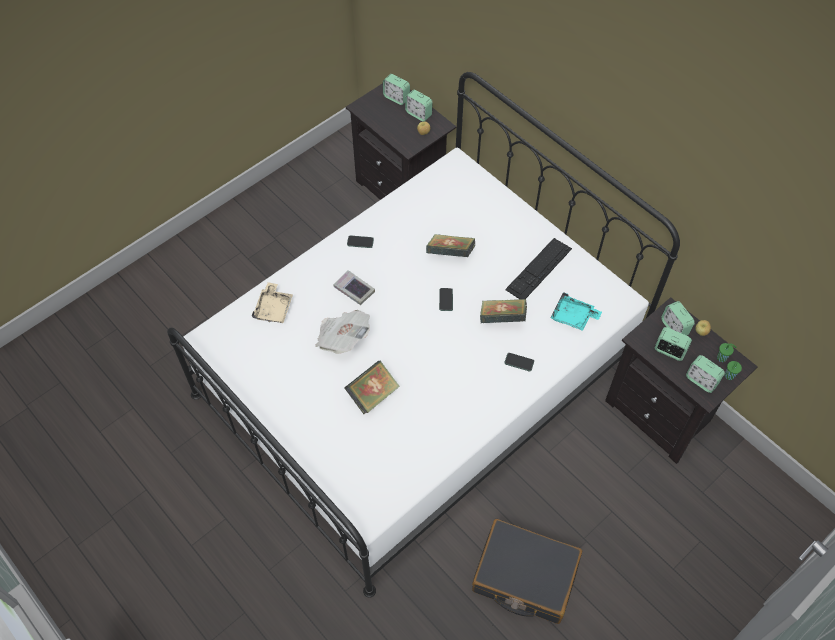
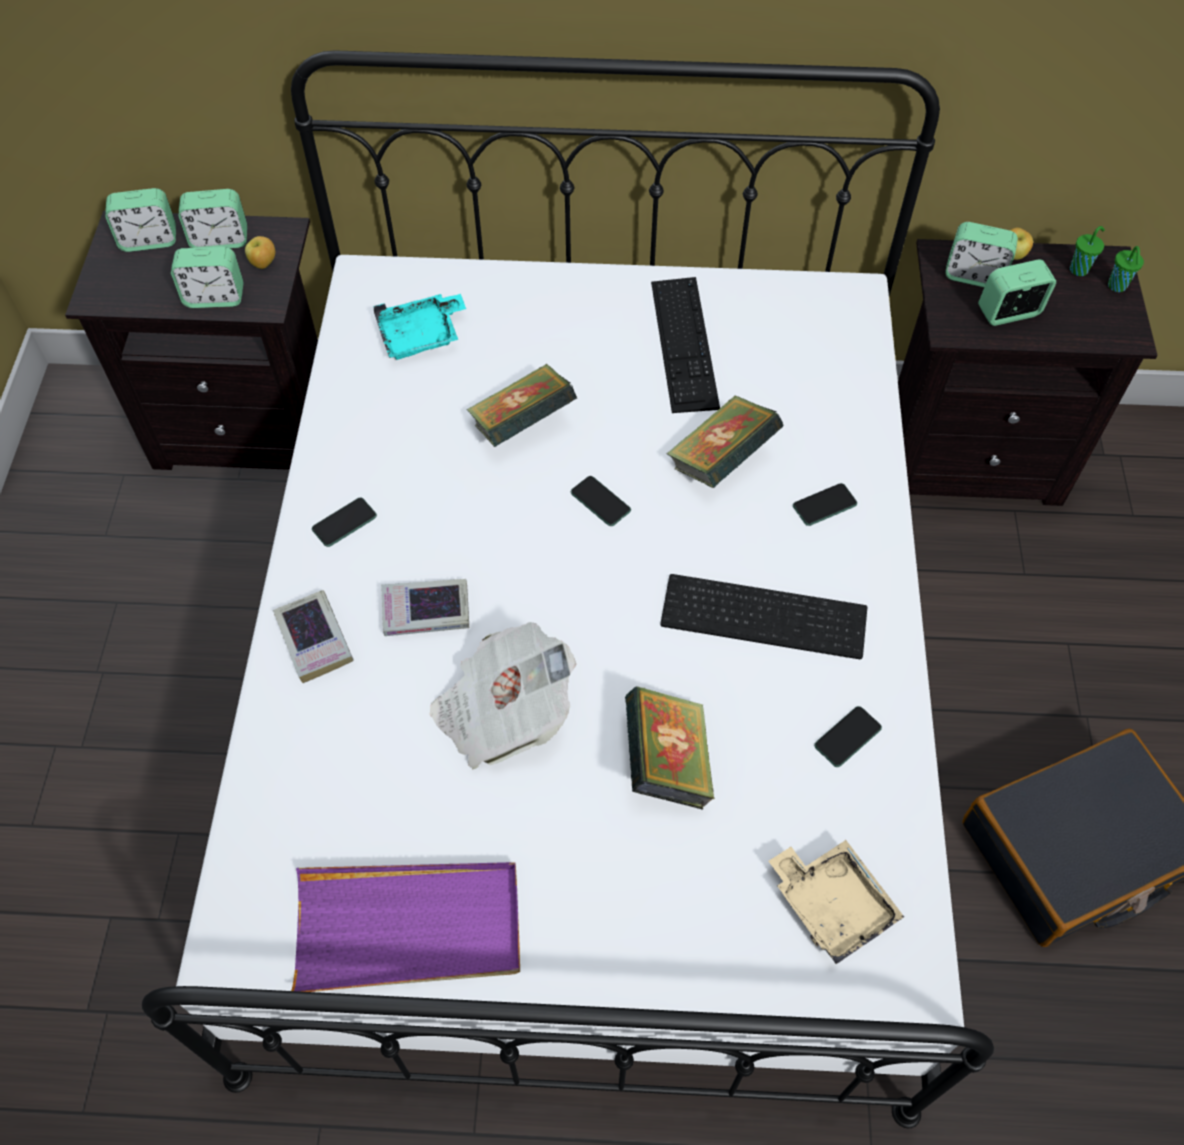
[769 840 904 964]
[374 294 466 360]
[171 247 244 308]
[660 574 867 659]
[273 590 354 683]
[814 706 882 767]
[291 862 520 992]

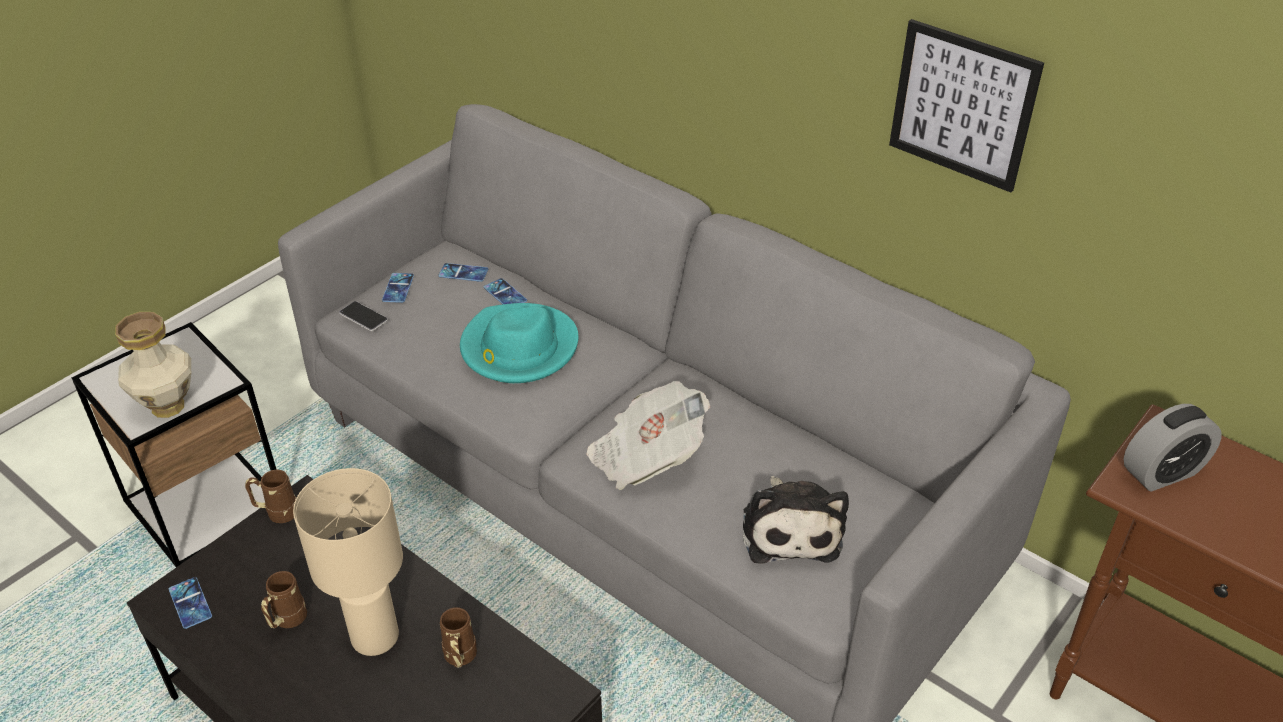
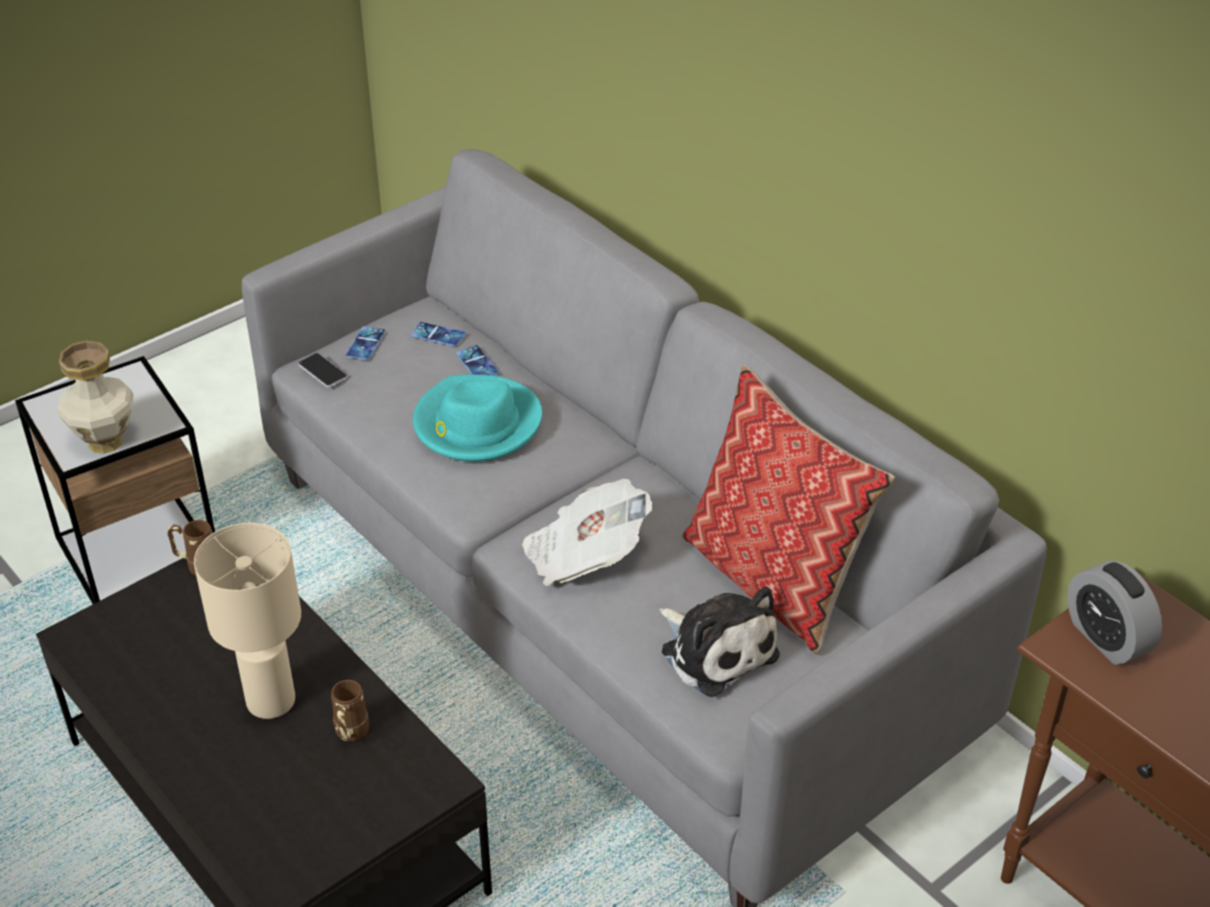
[889 19 1044 193] (first image)
[1067 560 1162 665]
[659 587 780 697]
[261 571 307 628] (first image)
[169 577 212 629] (first image)
[682 365 896 655]

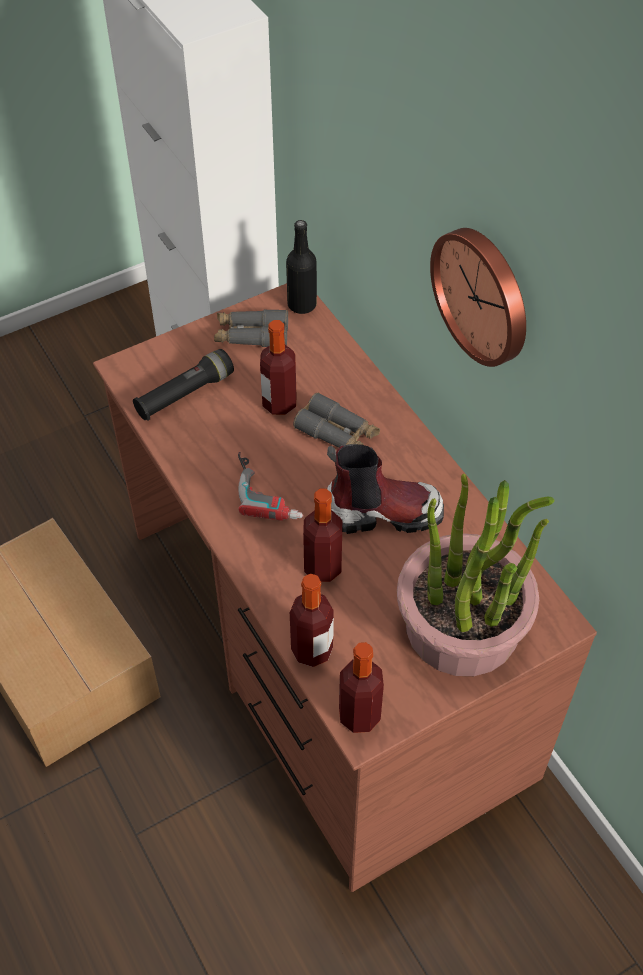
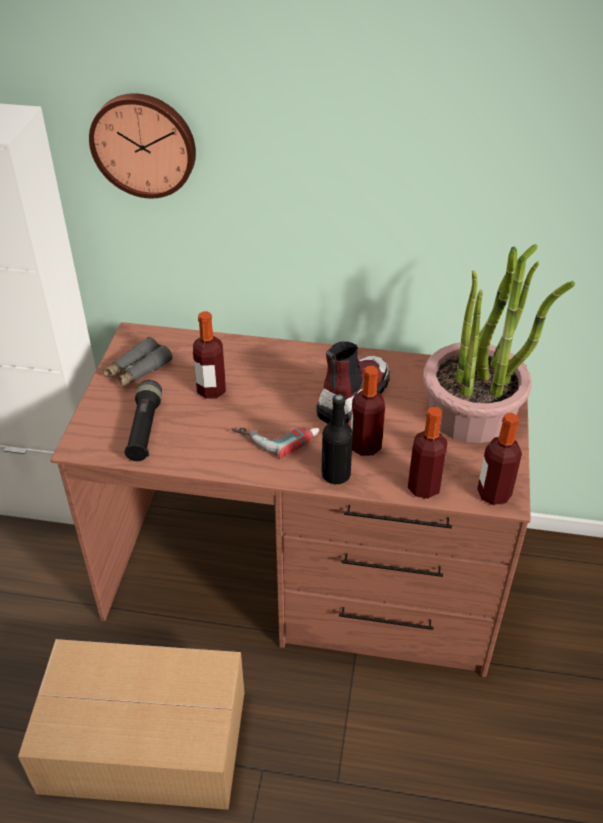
[322 394 353 484]
[89 93 196 198]
[293 392 380 448] (first image)

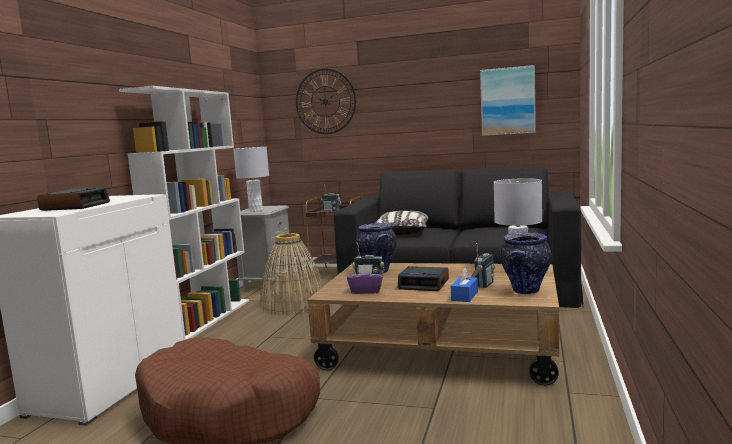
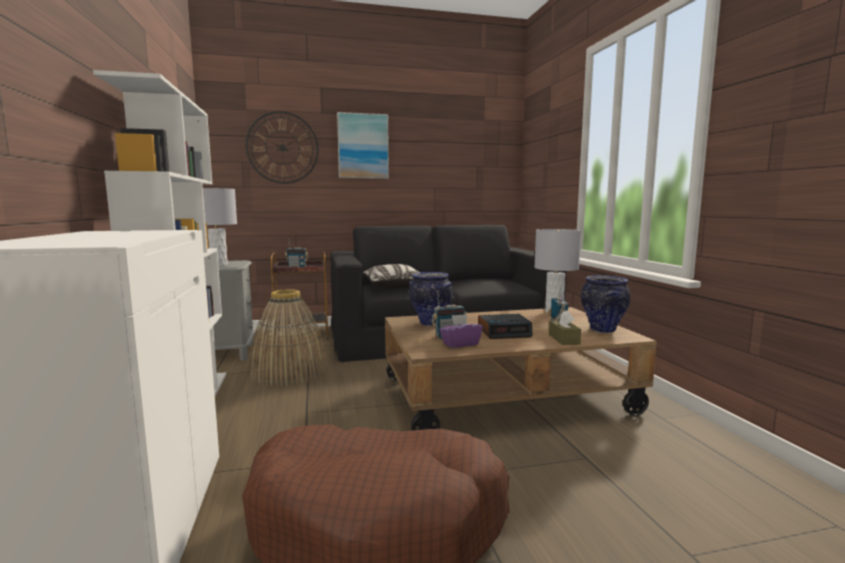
[337 112 389 179]
[37 187 110 211] (first image)
[549 310 581 345]

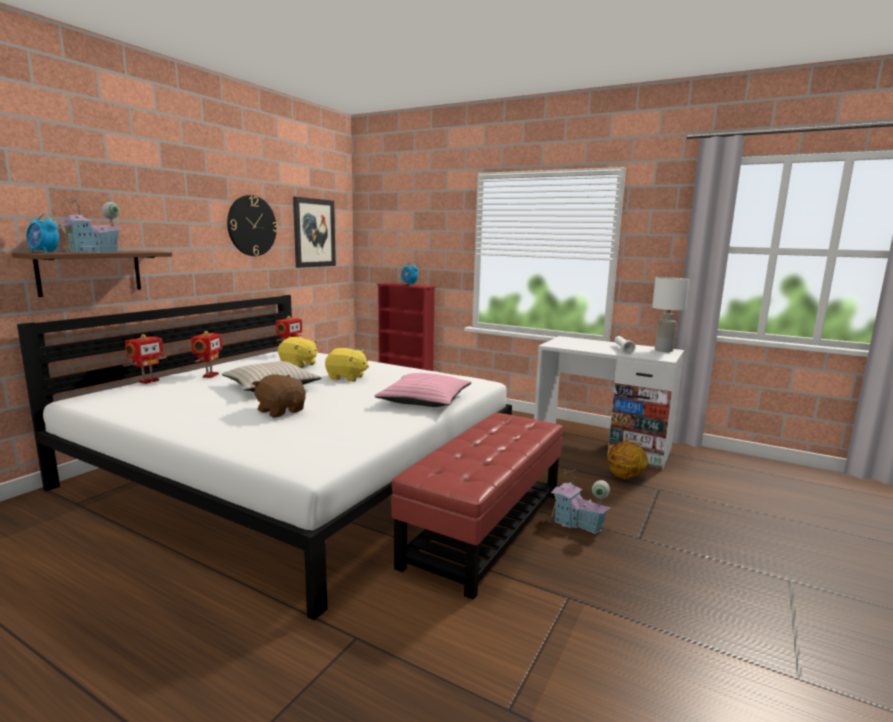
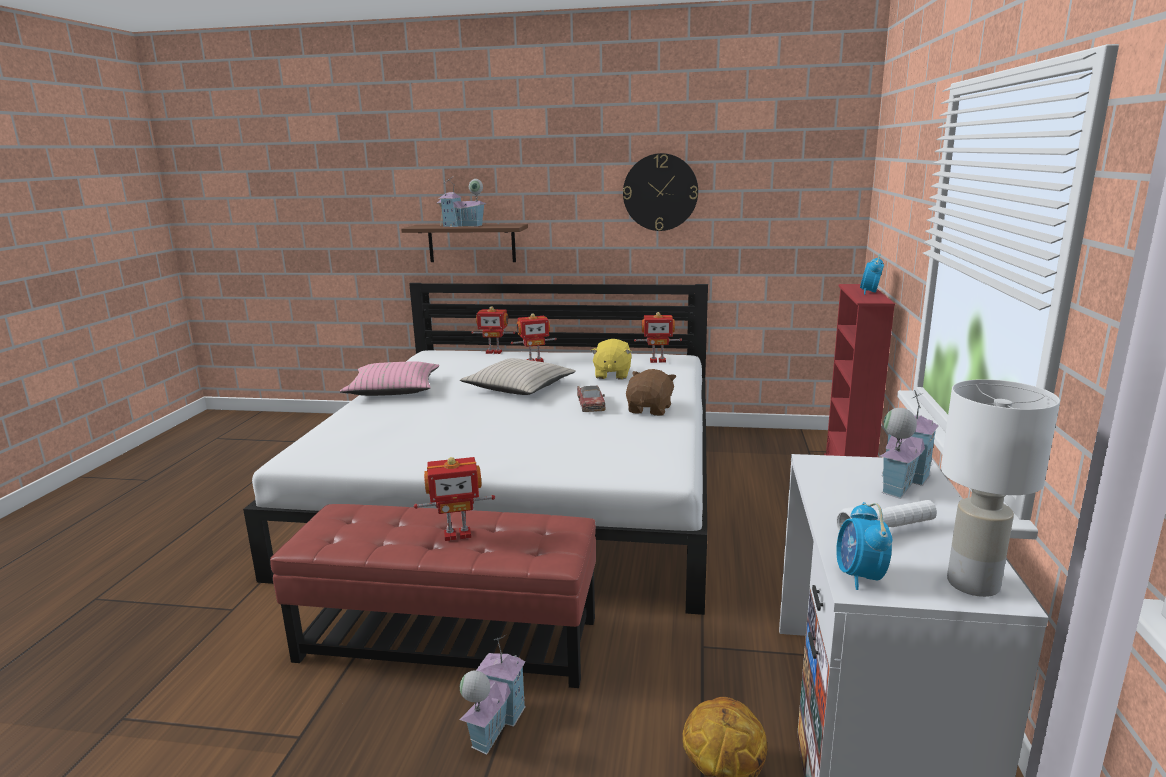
[293 197 336 268] (first image)
[836 502 892 590]
[577 385 605 412]
[340 361 439 396]
[626 369 677 416]
[880 390 939 499]
[414 457 495 541]

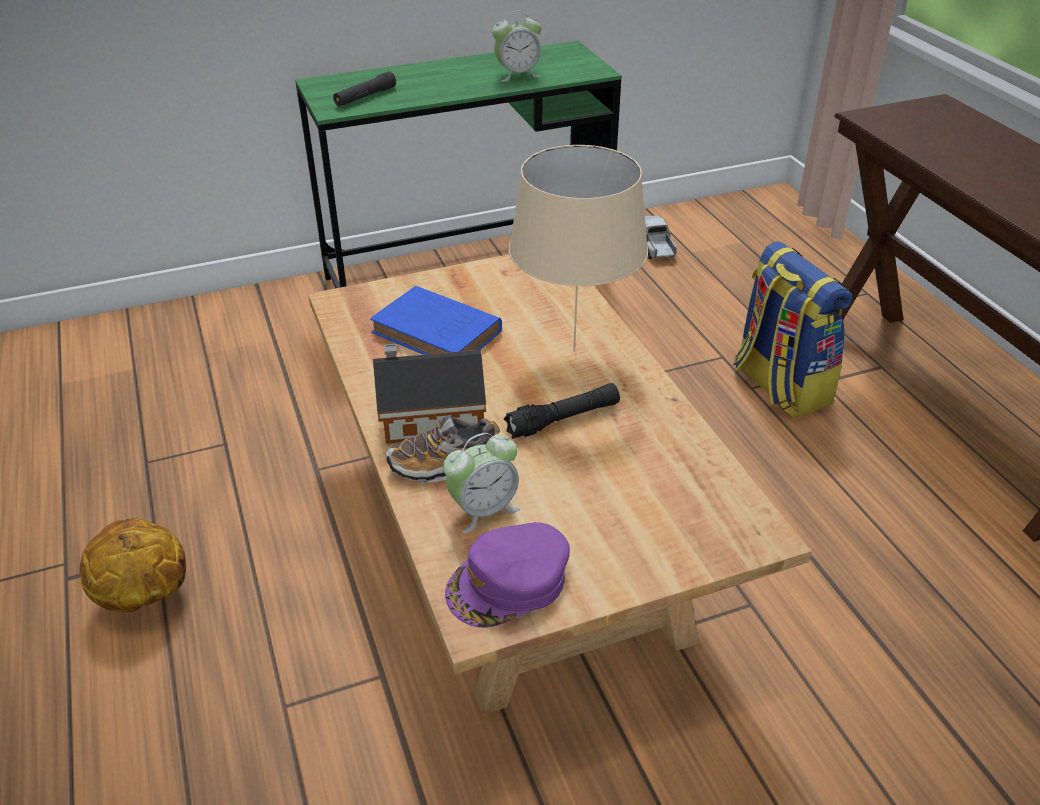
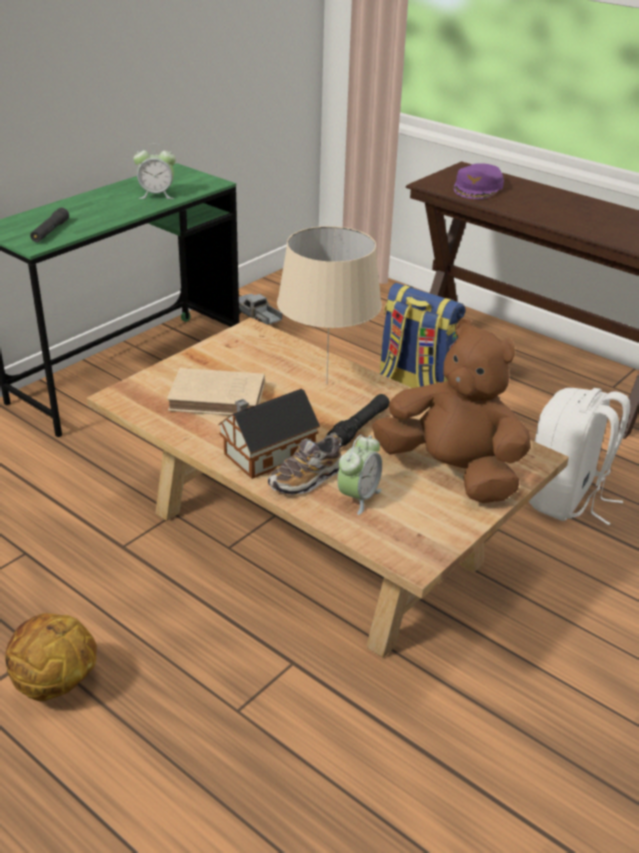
[133 144 176 199]
[167 368 265 415]
[454 163 504 199]
[372 319 531 503]
[528 388 630 526]

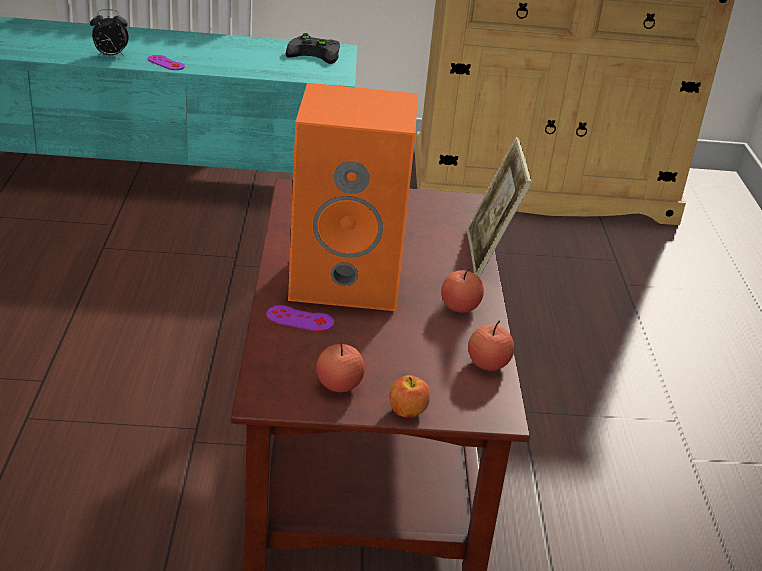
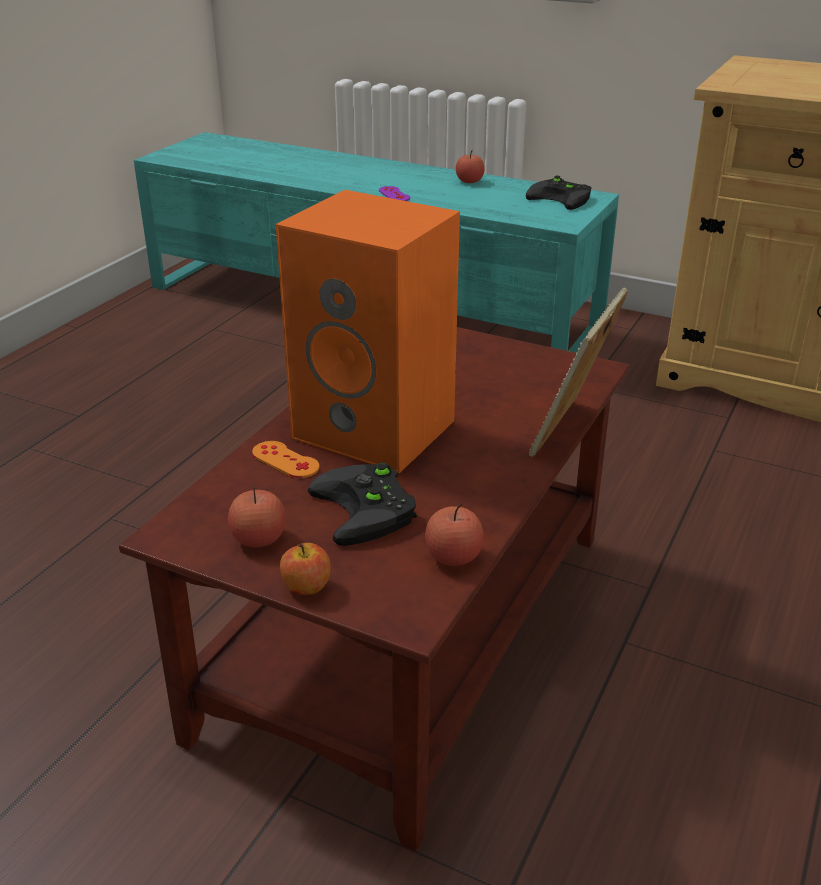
[90 9 129 57] (first image)
[456 150 485 183]
[252 441 320 478]
[308 462 417 546]

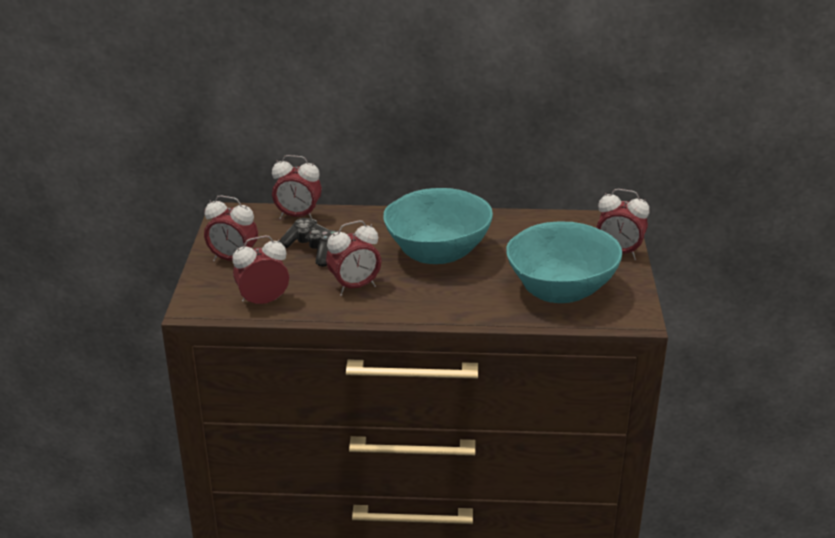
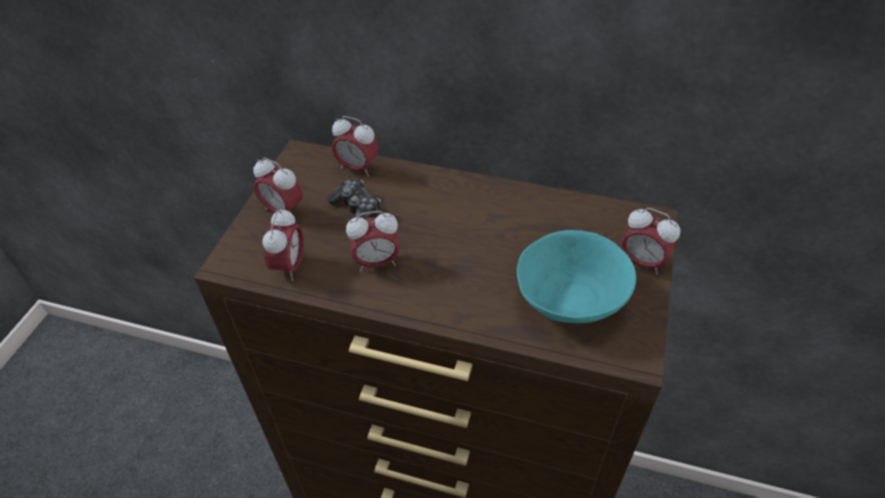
[383 188 493 264] (first image)
[263 207 304 281]

